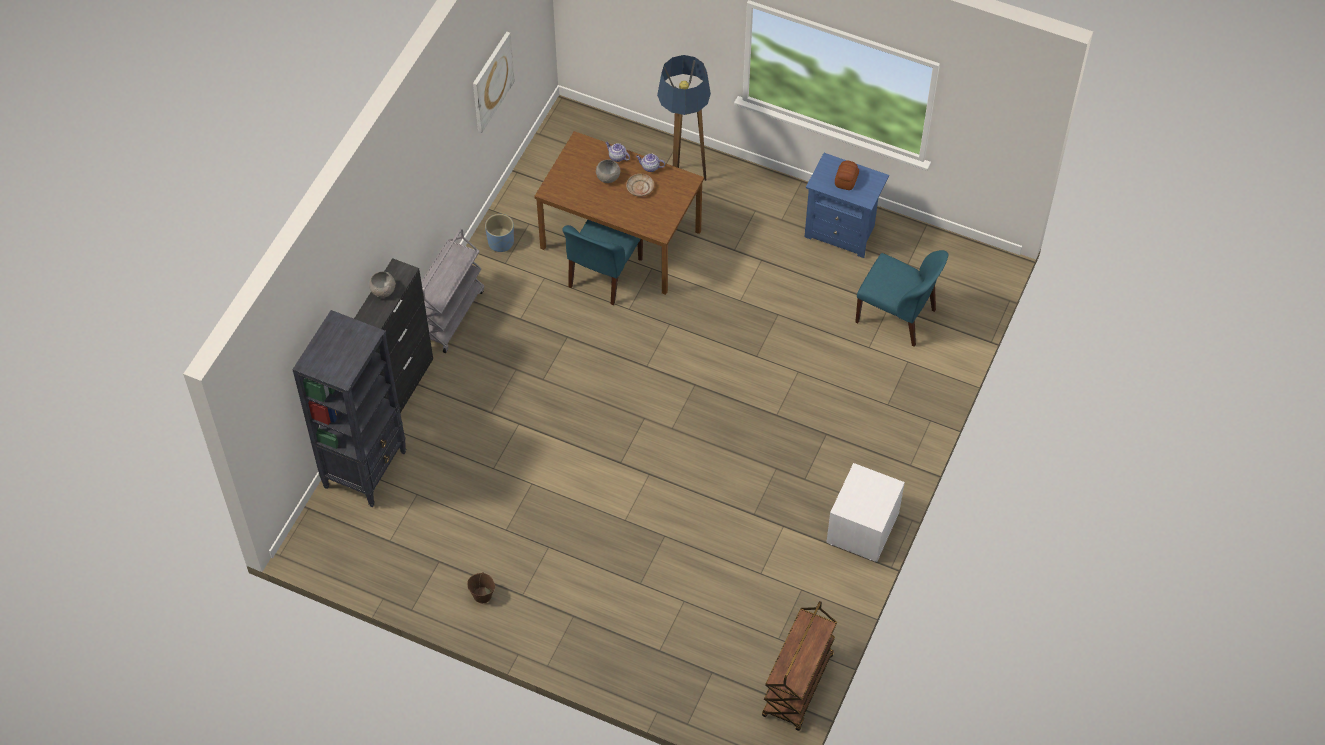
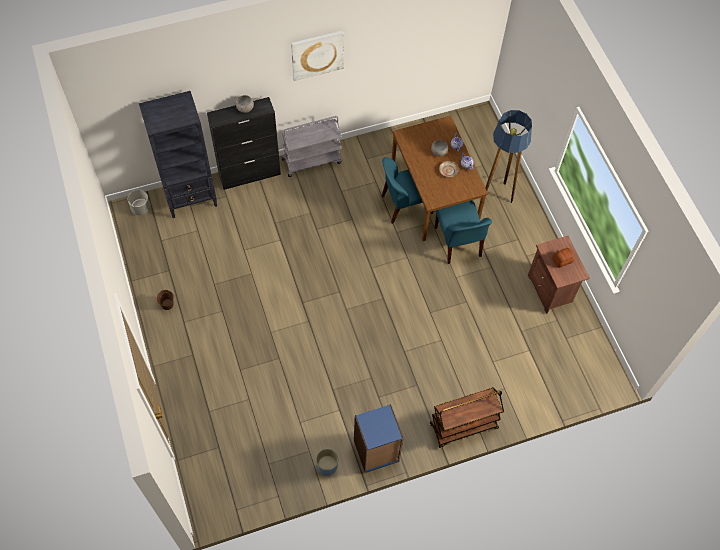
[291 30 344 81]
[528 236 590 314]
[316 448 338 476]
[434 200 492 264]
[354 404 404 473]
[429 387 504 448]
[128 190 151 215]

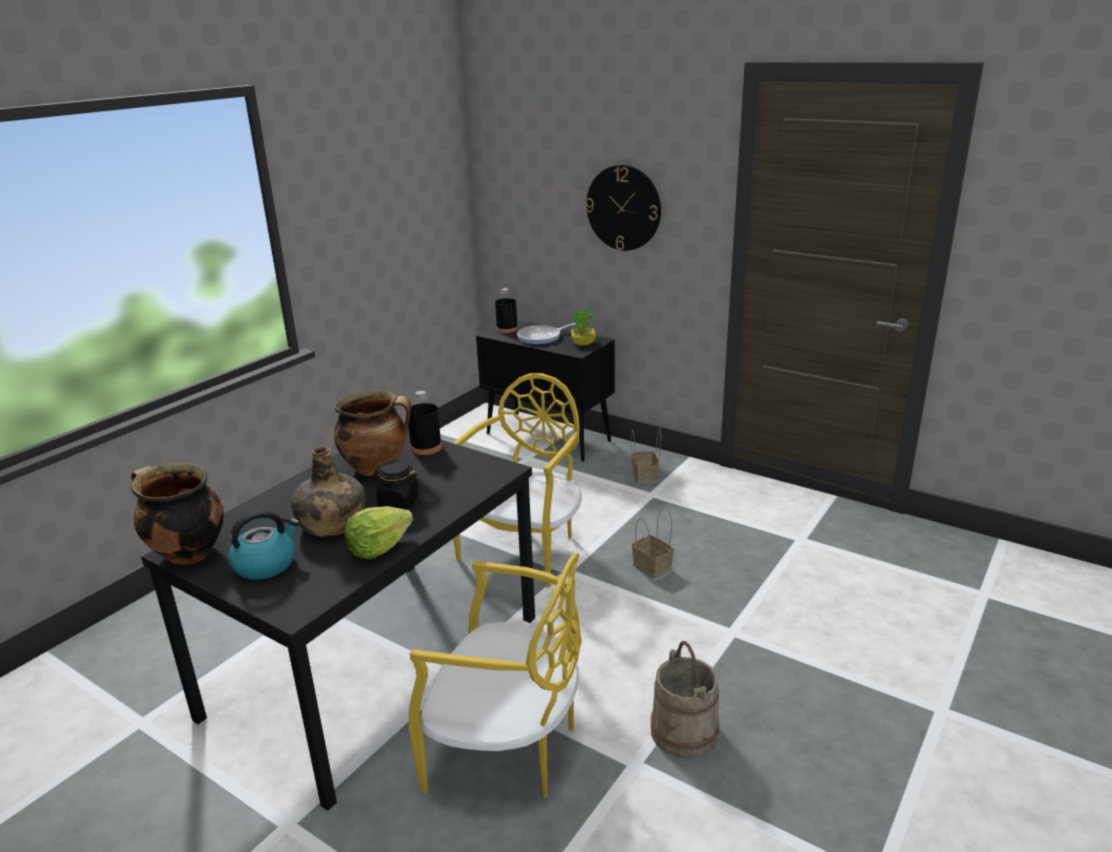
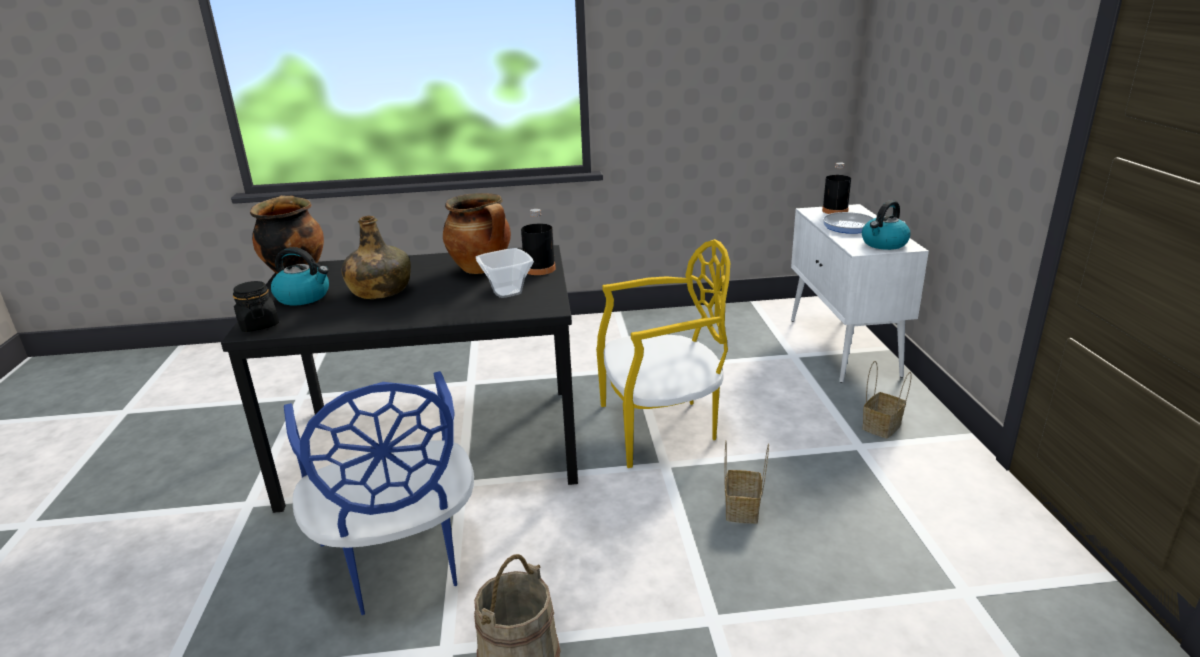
[585 165 661 251] (first image)
[862 200 911 250]
[791 204 929 383]
[233 281 279 332]
[345 506 413 560] (first image)
[284 371 474 615]
[476 248 534 298]

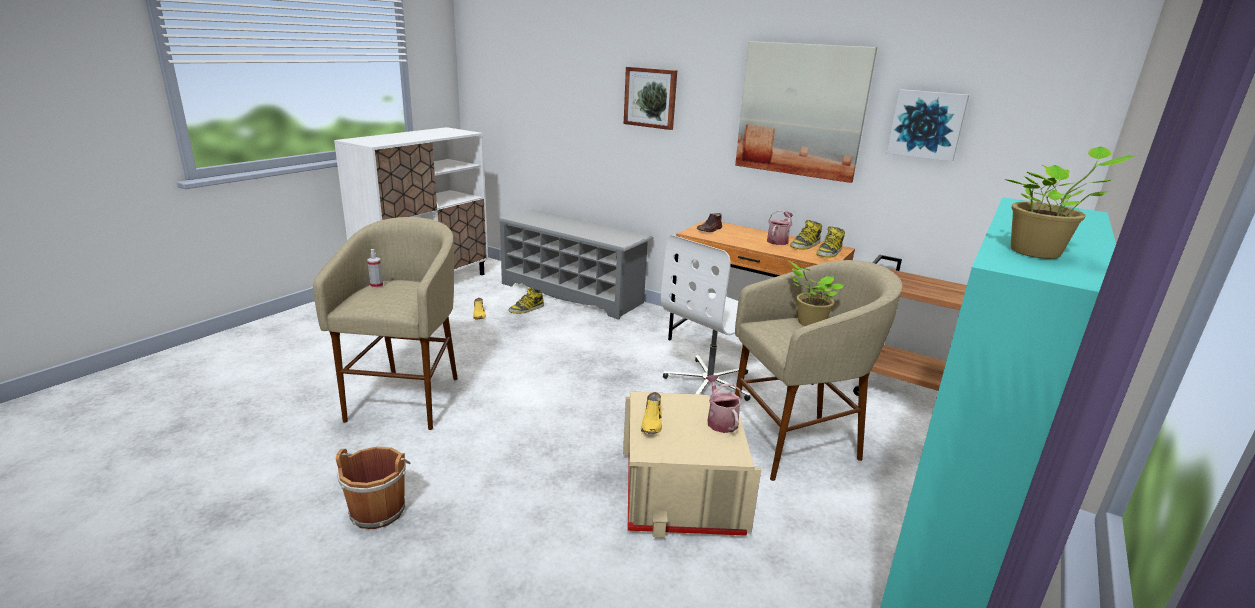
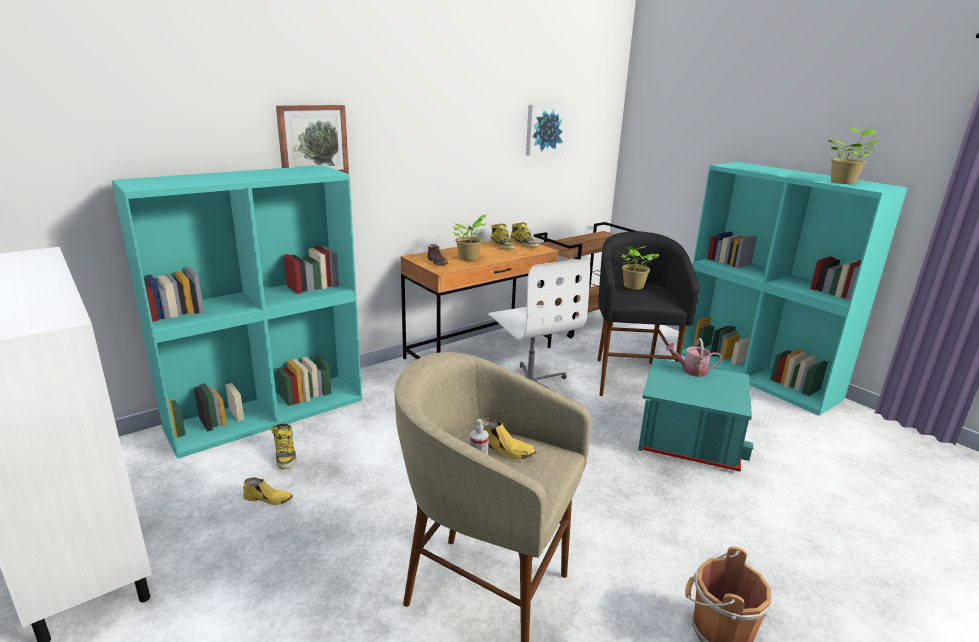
[735 41 877 183] (first image)
[112 165 362 459]
[767 210 793 245] (first image)
[597 231 699 396]
[638 358 754 472]
[482 418 537 459]
[452 215 486 261]

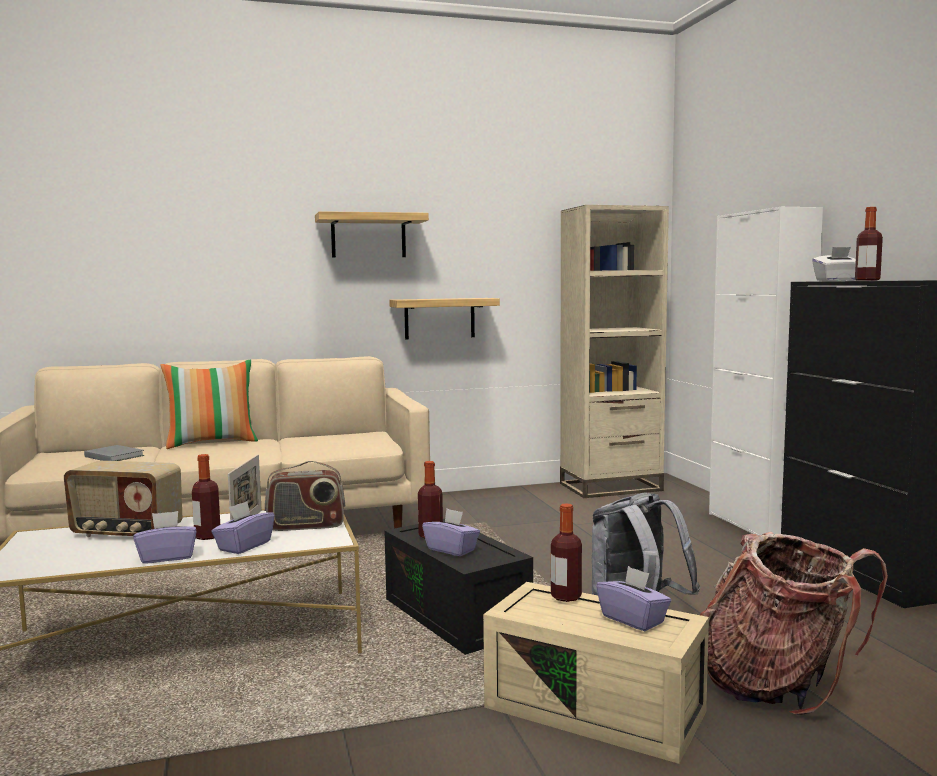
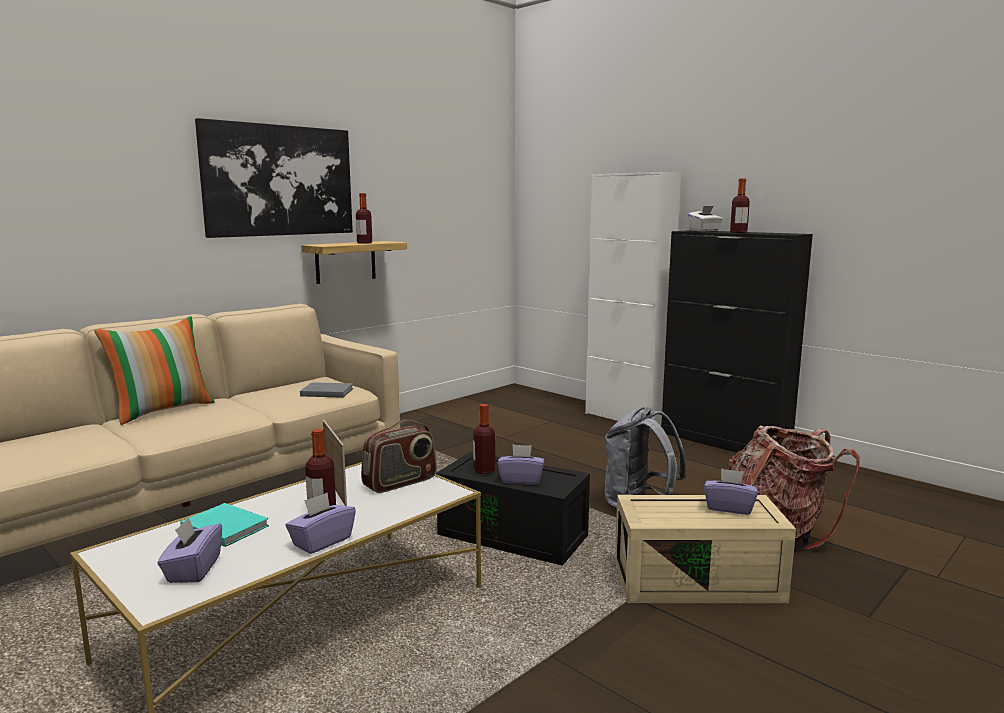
[560 205 669 498] (first image)
[195 118 353 238]
[300 382 353 398]
[180 503 269 547]
[158 517 222 583]
[356 193 372 244]

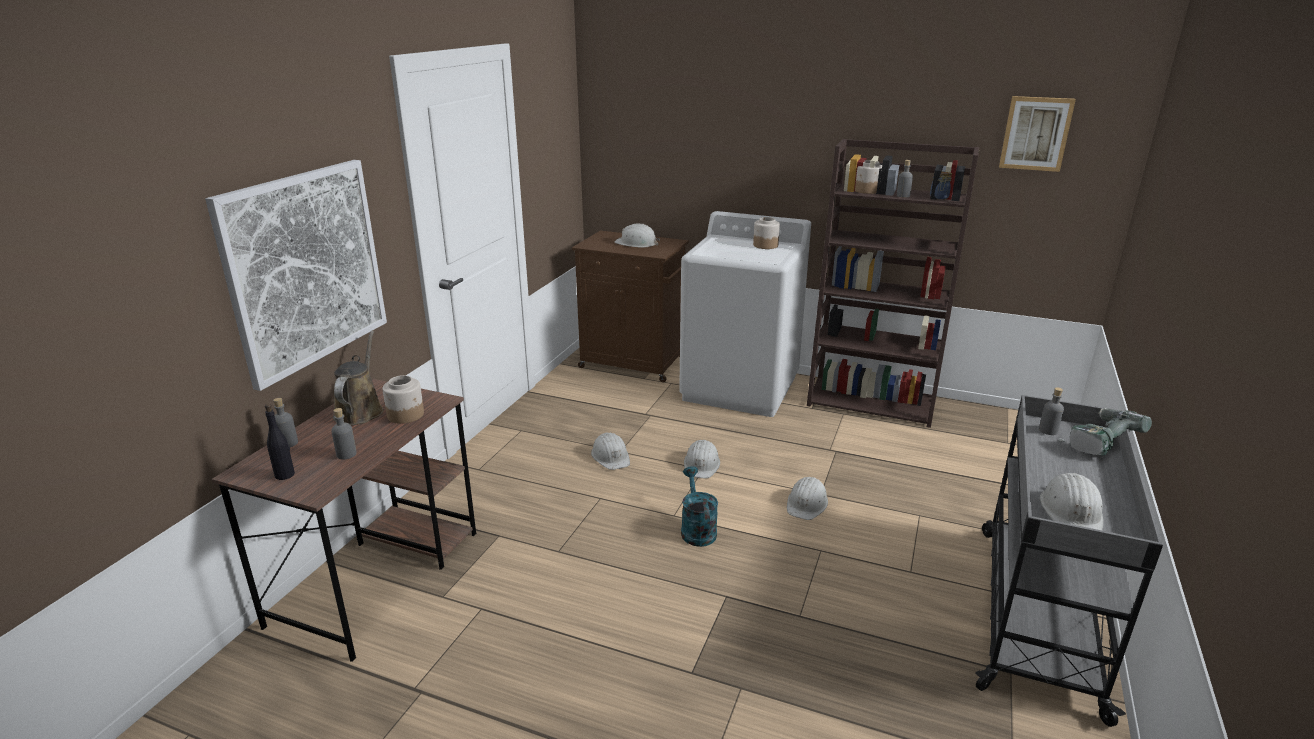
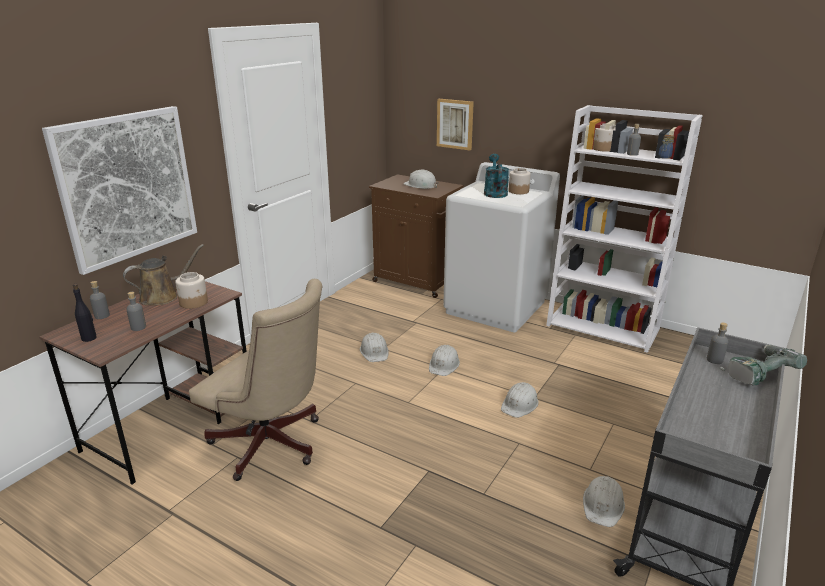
[437 99 474 150]
[546 105 703 353]
[123 244 204 305]
[484 154 509 198]
[583 476 625 527]
[189 279 322 481]

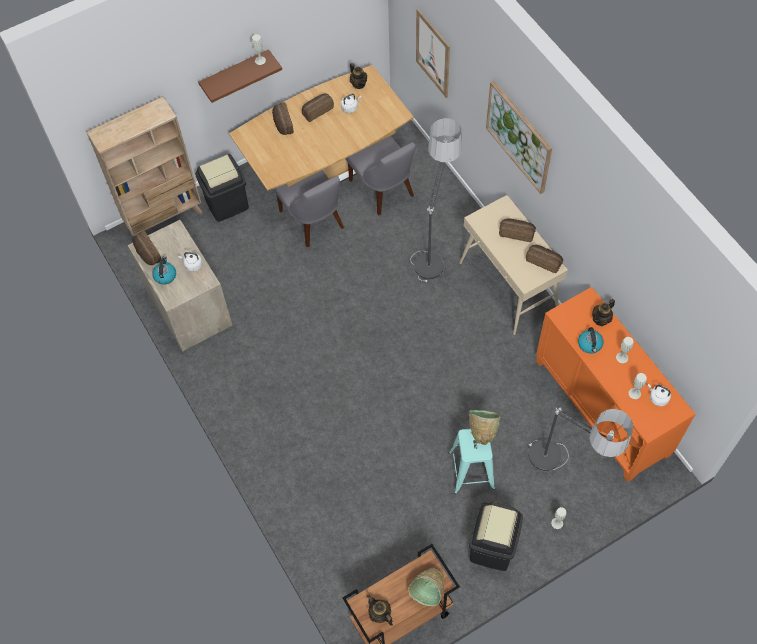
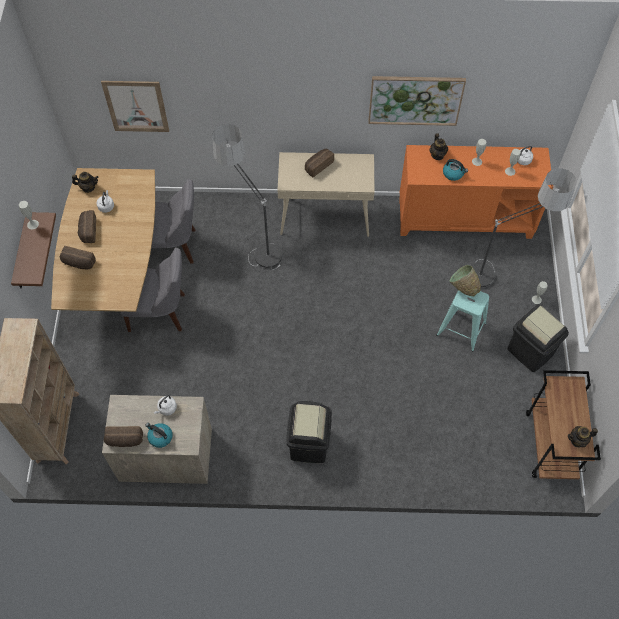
[368 76 466 126]
[287 401 332 463]
[526 245 563 273] (first image)
[409 568 445 606] (first image)

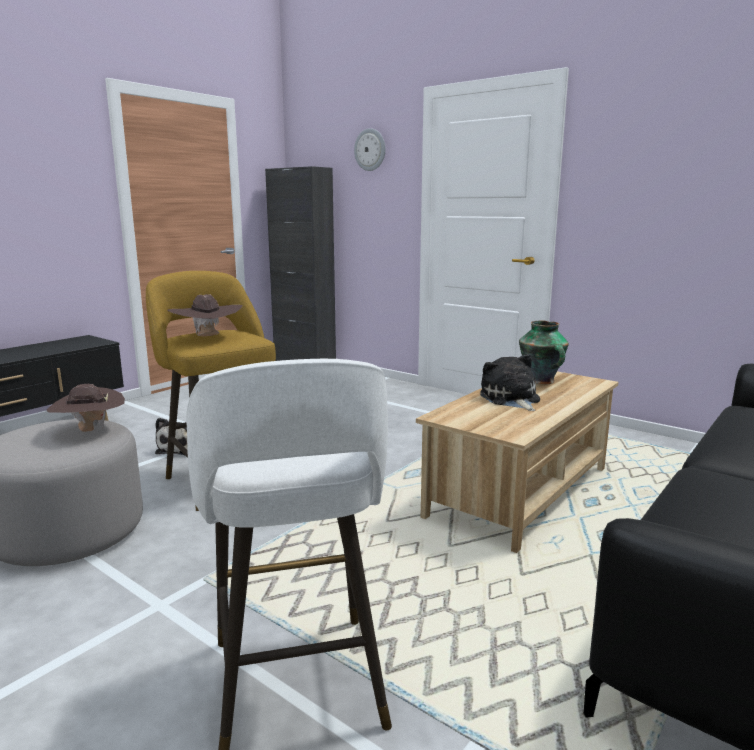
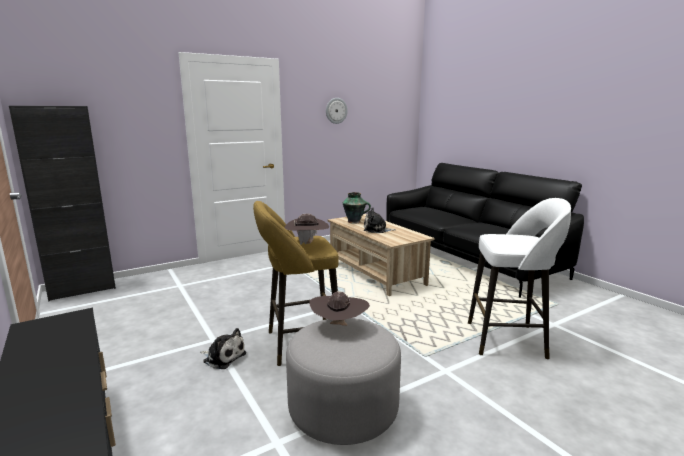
[326 98 348 124]

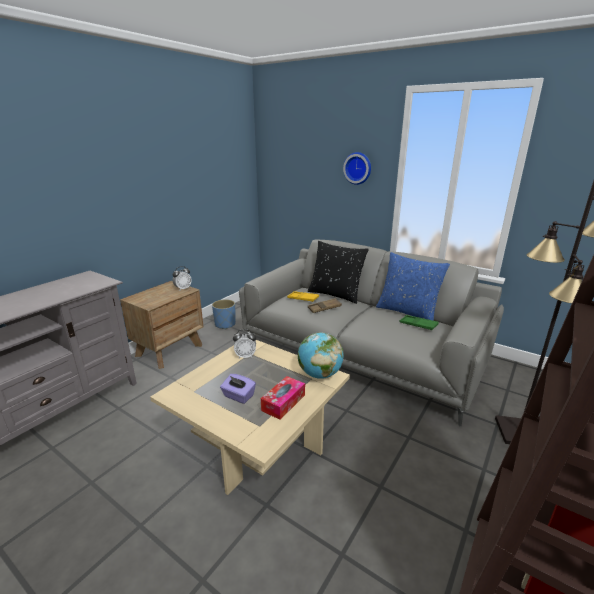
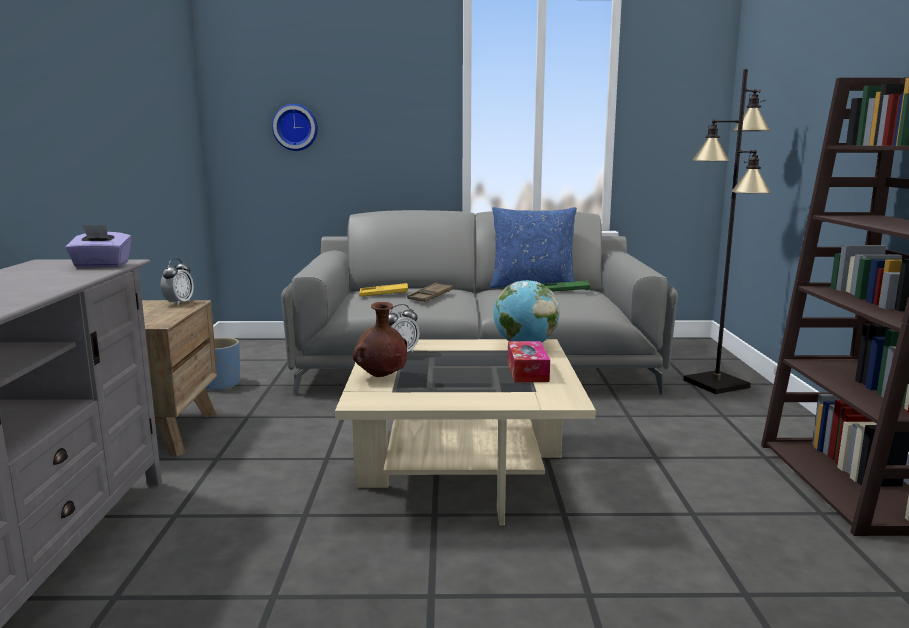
[272 104 318 151]
[308 241 369 304] (first image)
[65 225 132 268]
[353 302 407 377]

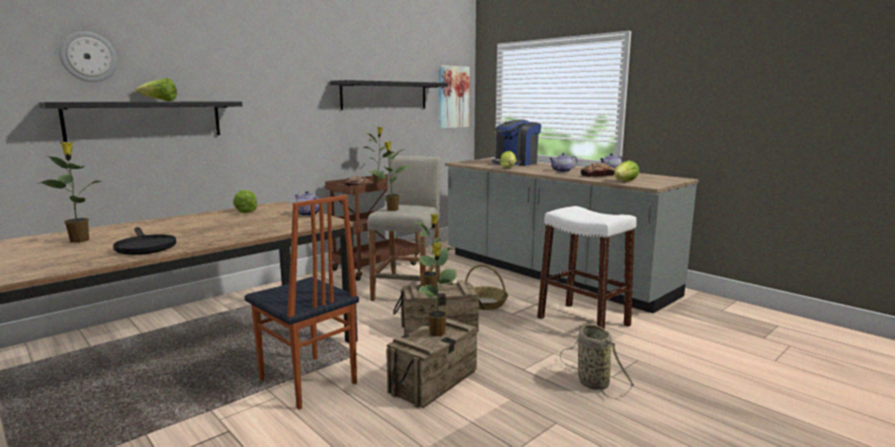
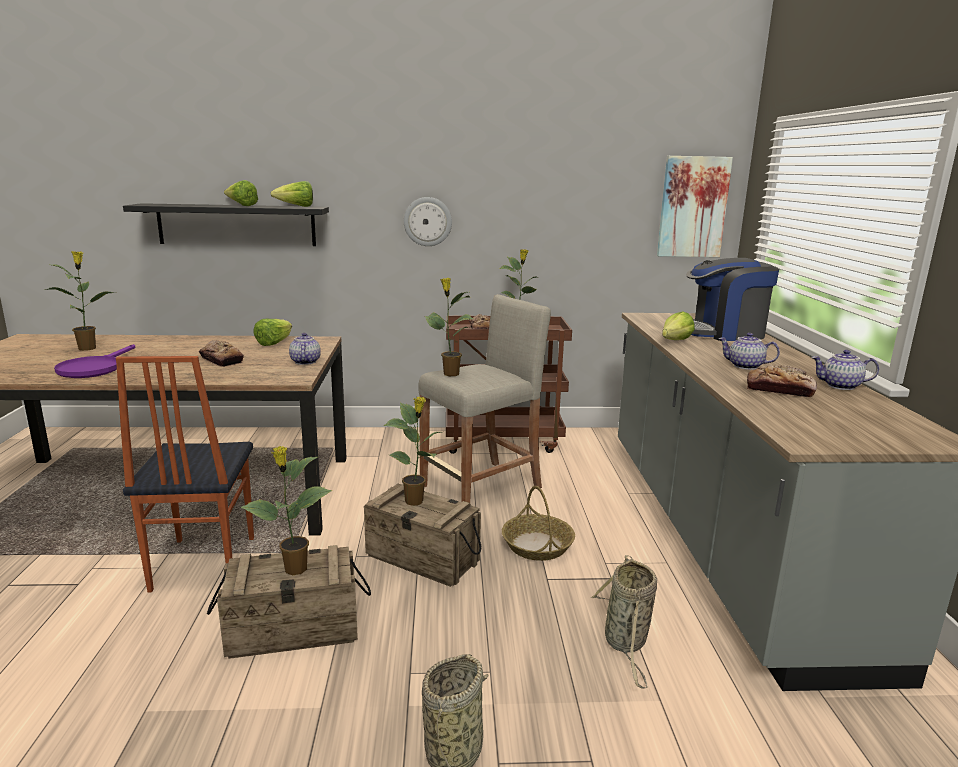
[404 197 452 246]
[330 80 448 110] (first image)
[271 181 313 207]
[591 555 657 689]
[54 344 136 378]
[199 340 244 367]

